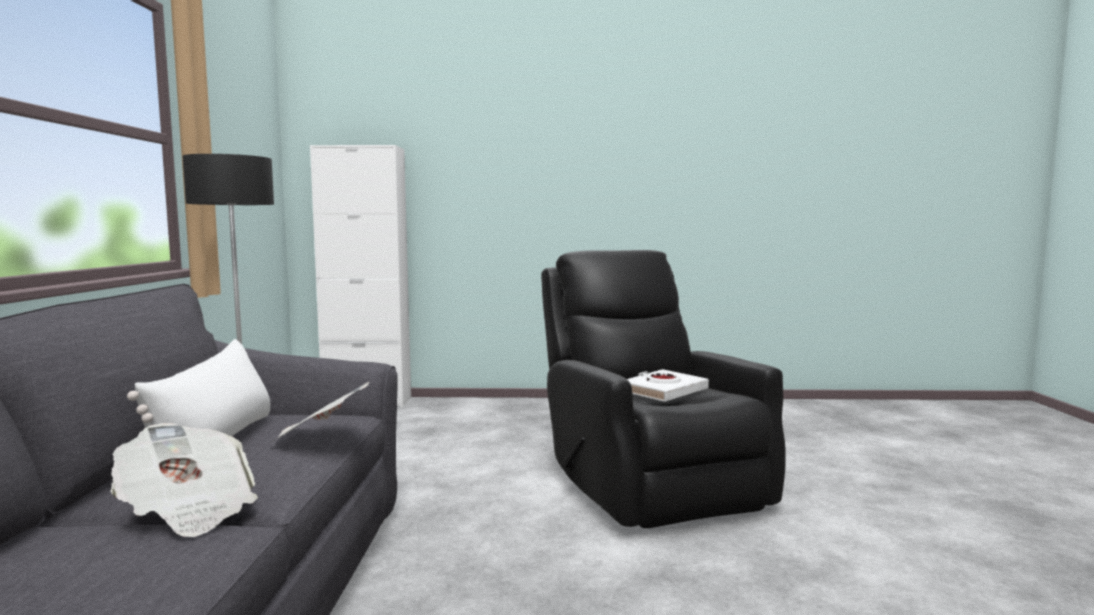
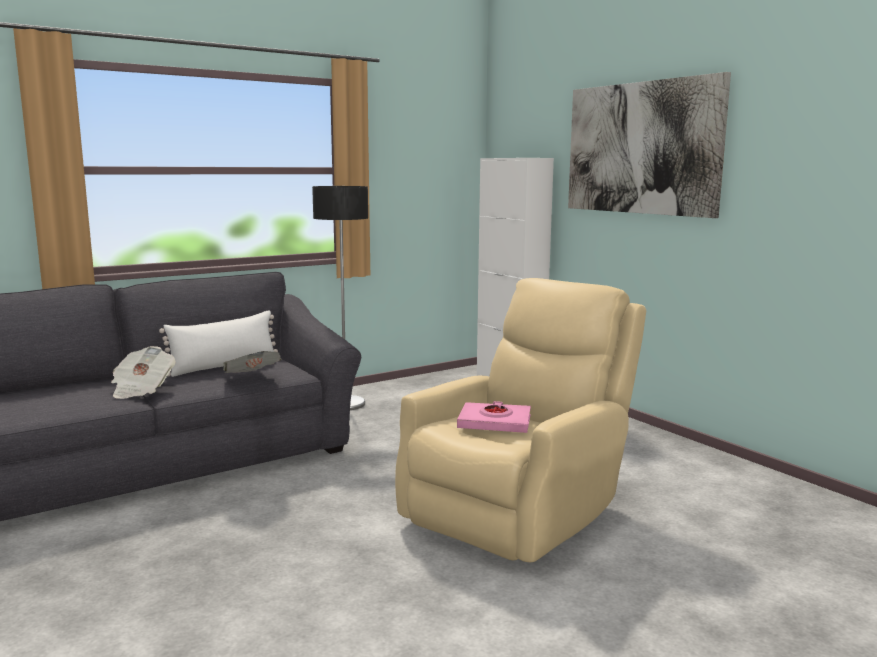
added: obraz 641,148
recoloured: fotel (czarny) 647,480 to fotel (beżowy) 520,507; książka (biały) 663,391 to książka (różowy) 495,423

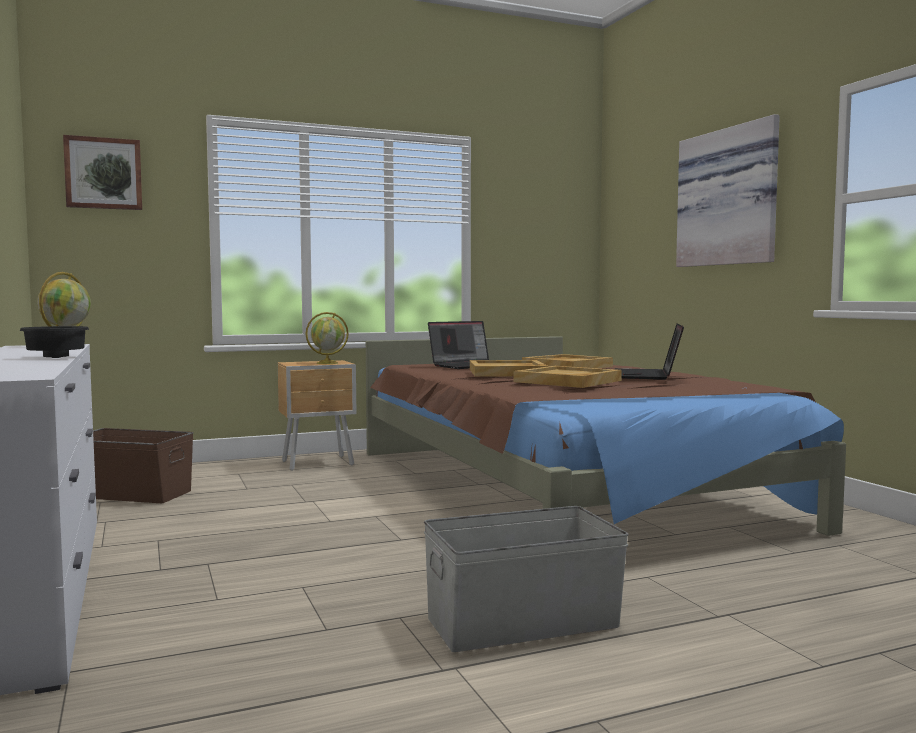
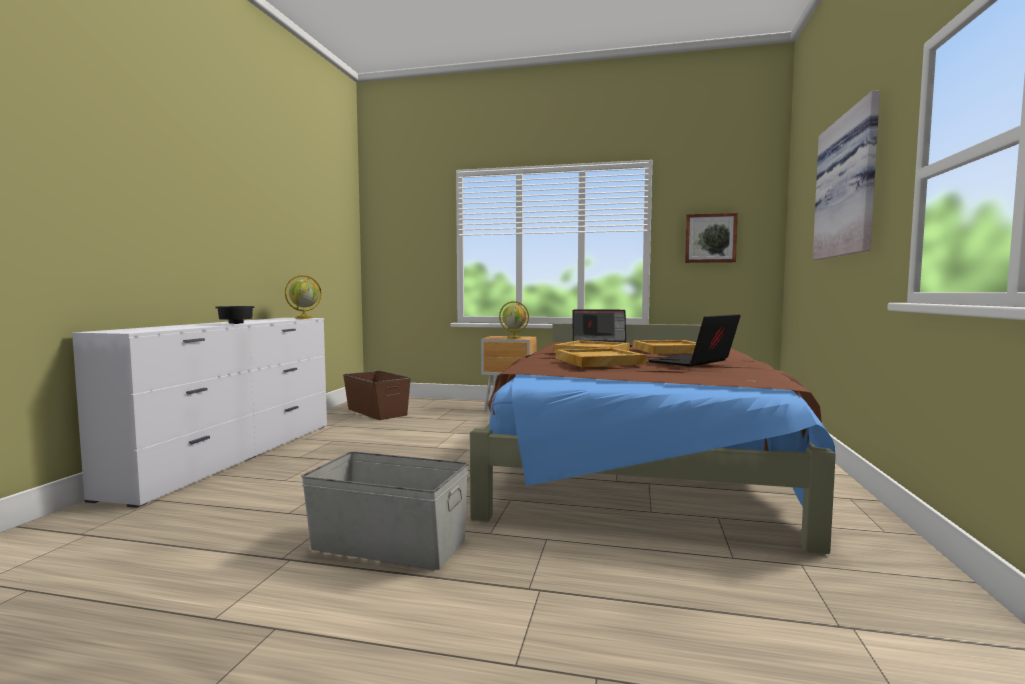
moved: obraz 103,173 to 710,238

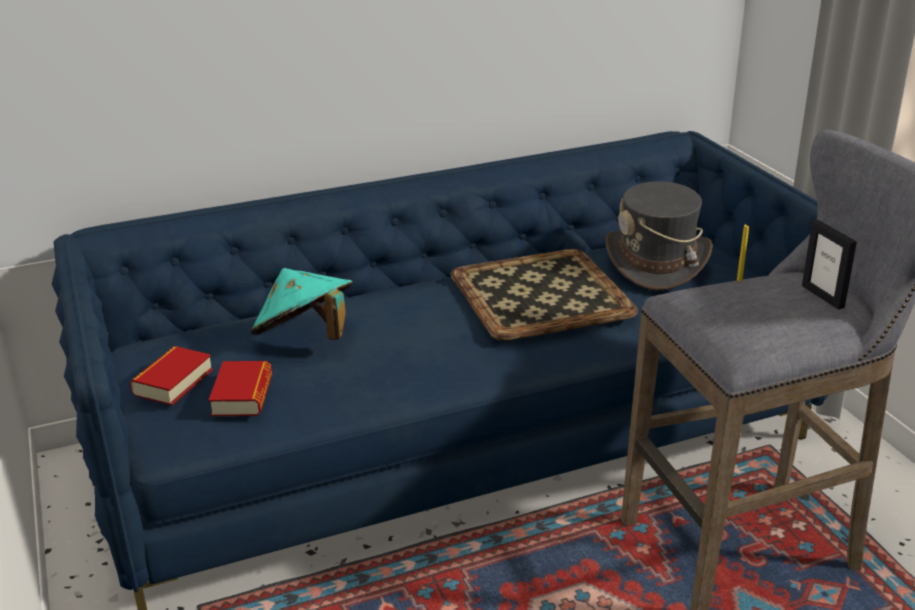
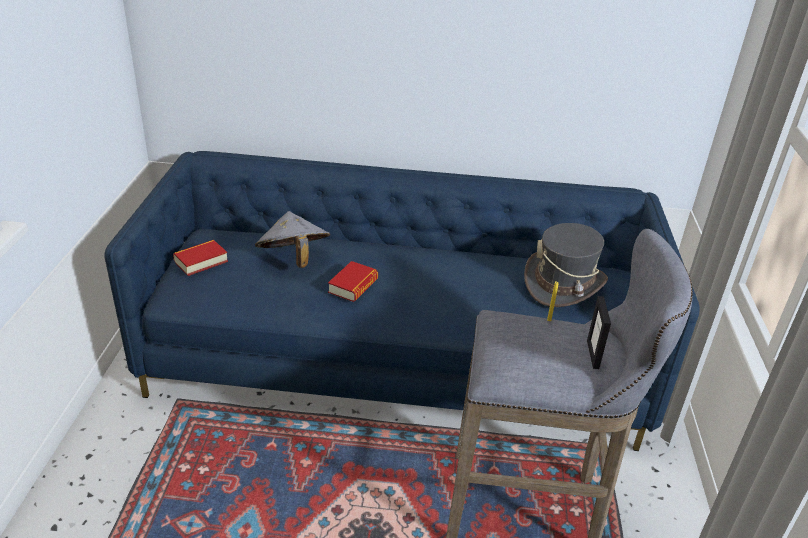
removed: taca 541,293
moved: książka 242,395 to 353,286
recoloured: kapelusz (turkusowy) 305,338 to kapelusz (szary) 293,259

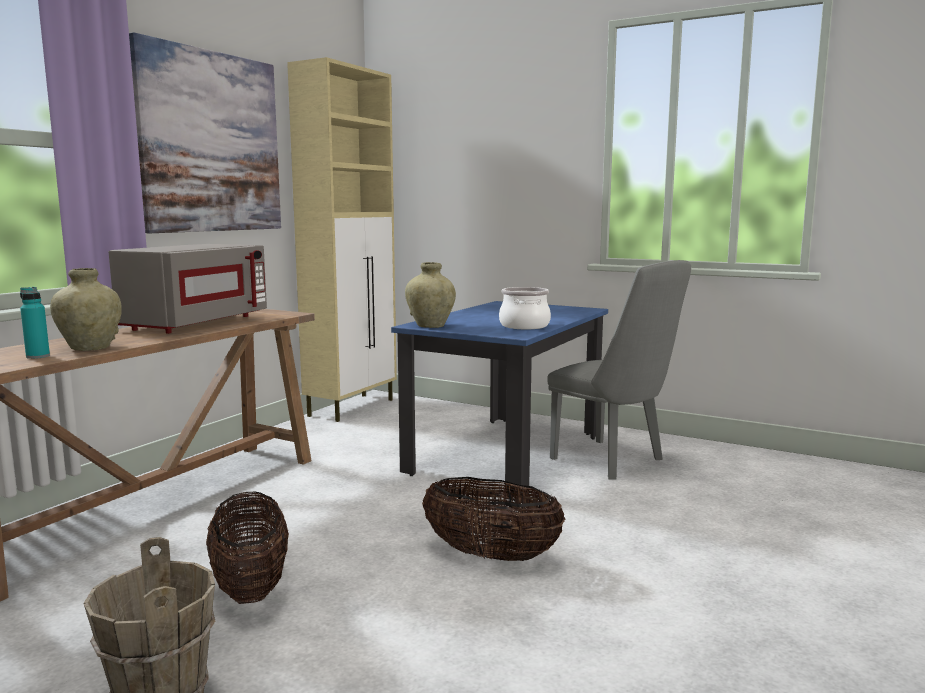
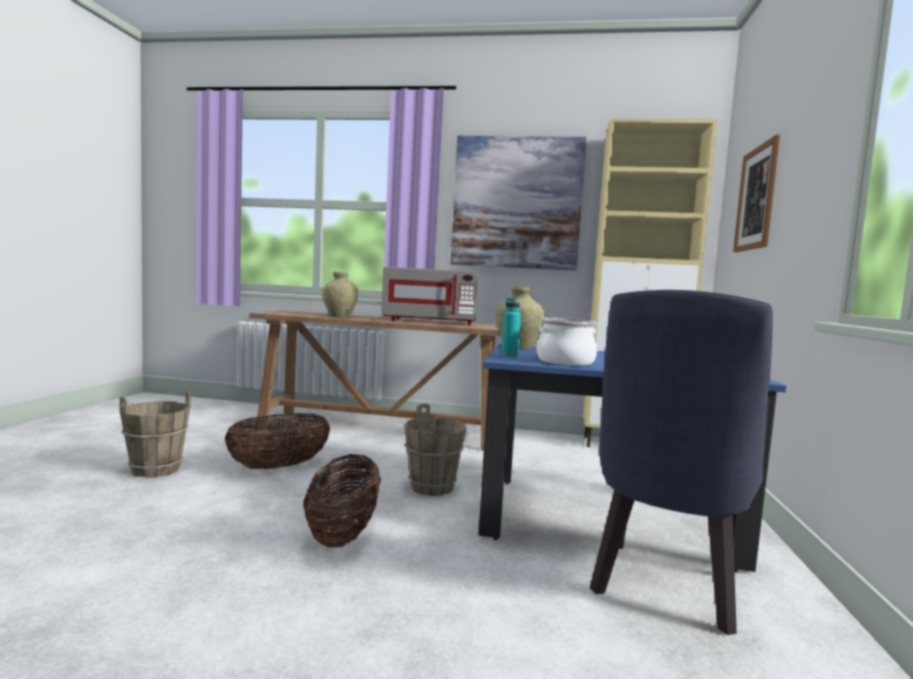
added: wiadro (brązowy) 432,487; obraz 756,198
moved: butelka (turkusowy) 38,356 to 509,355
recoloured: krzesło (szary) 614,461 to krzesło (niebieski) 663,591

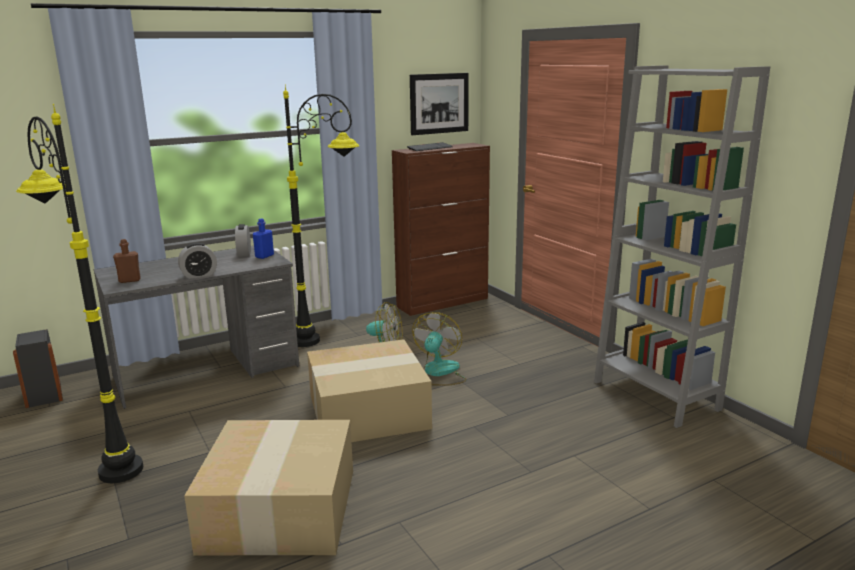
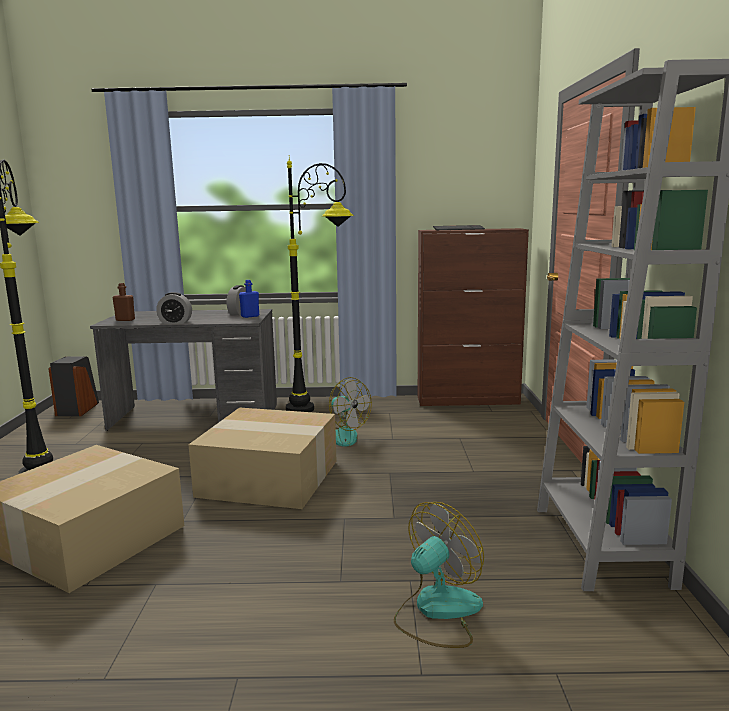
removed: obraz 439,103
moved: wentylator 439,373 to 437,611

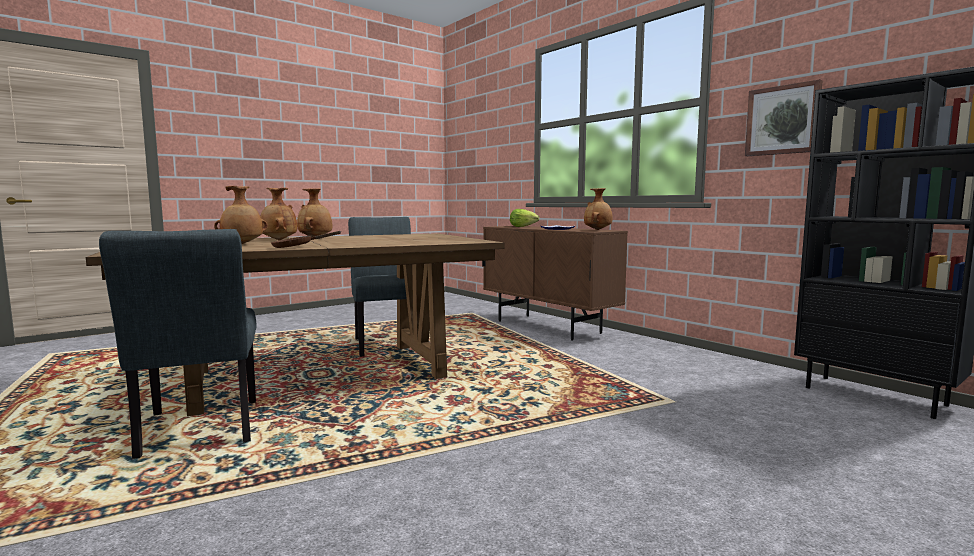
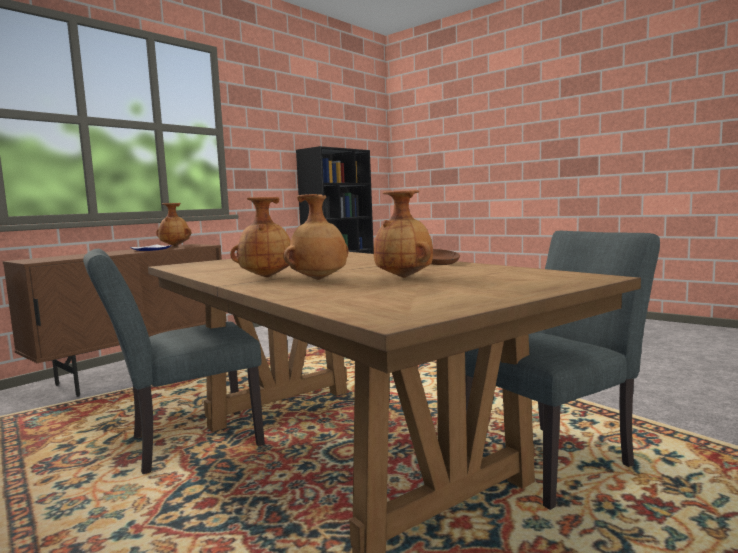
removed: sałata 522,227; obraz 783,120

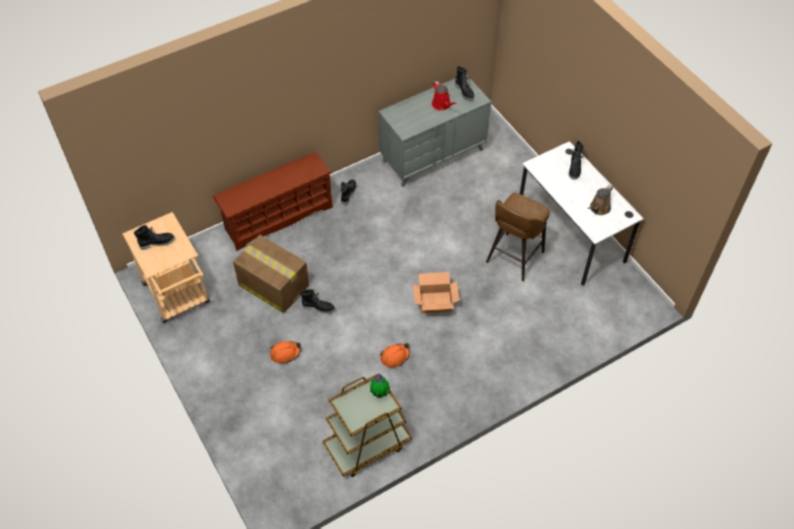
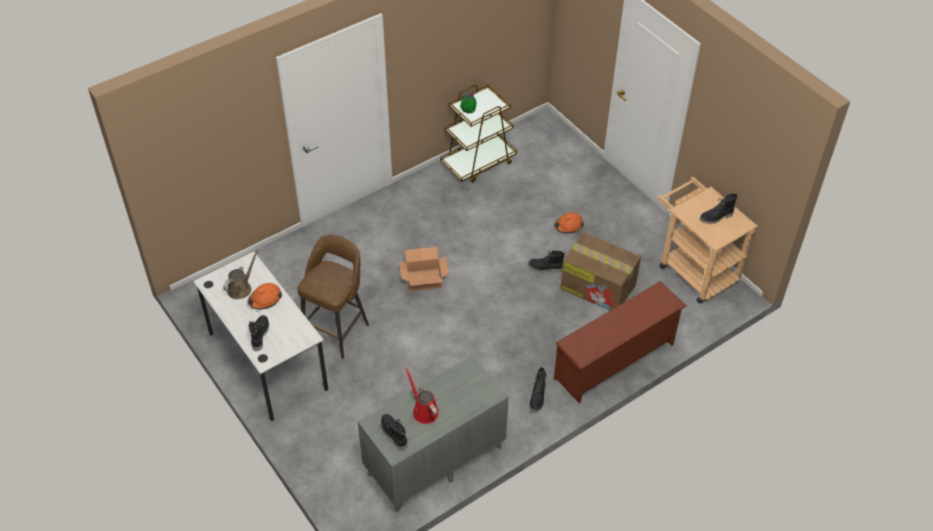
moved: kask (pomarańczowy) 395,356 to 265,299

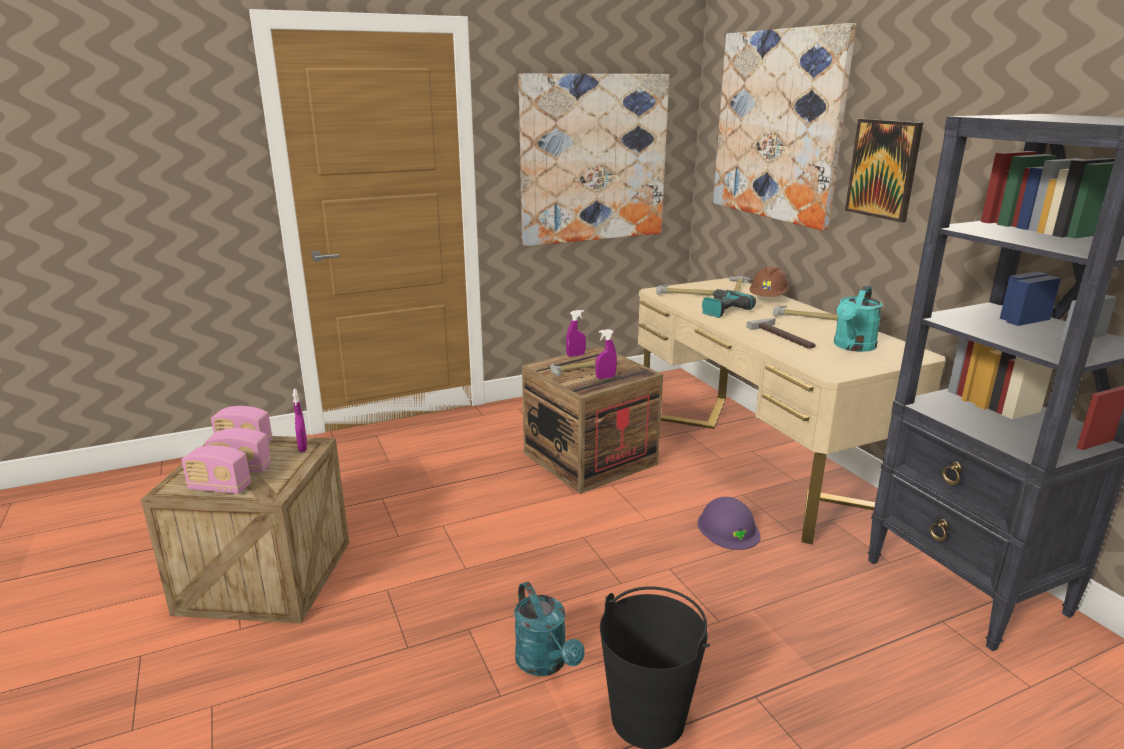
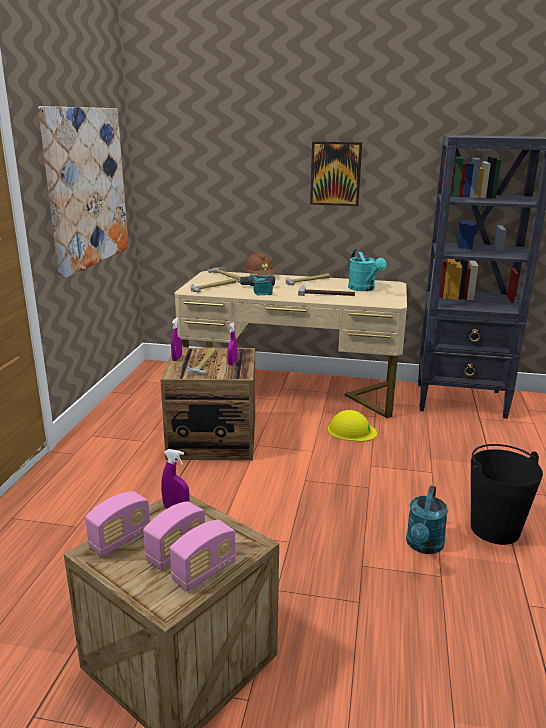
removed: obraz 777,126
recoloured: kask (fioletowy) 728,528 to kask (żółty) 351,431
turned: konewka (turkusowy) 546,663 = 423,546 105 degrees clockwise

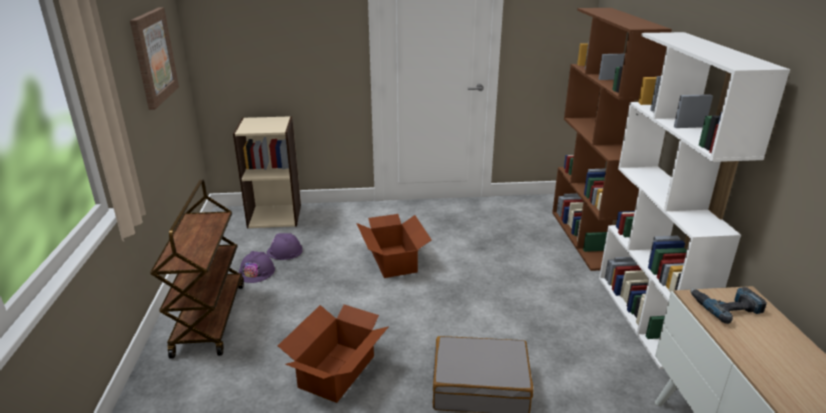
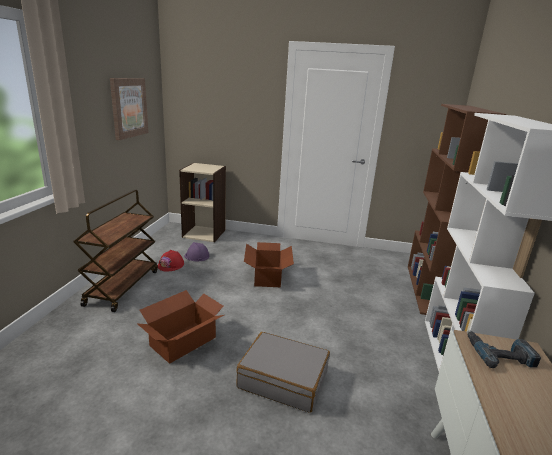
recoloured: kask (fioletowy) 257,272 to kask (czerwony) 171,265

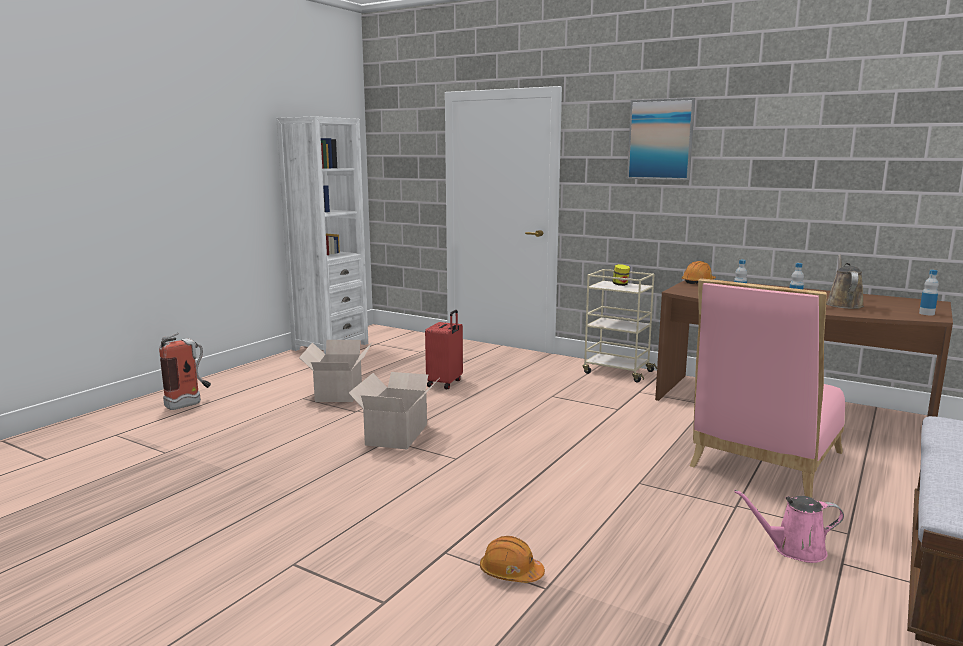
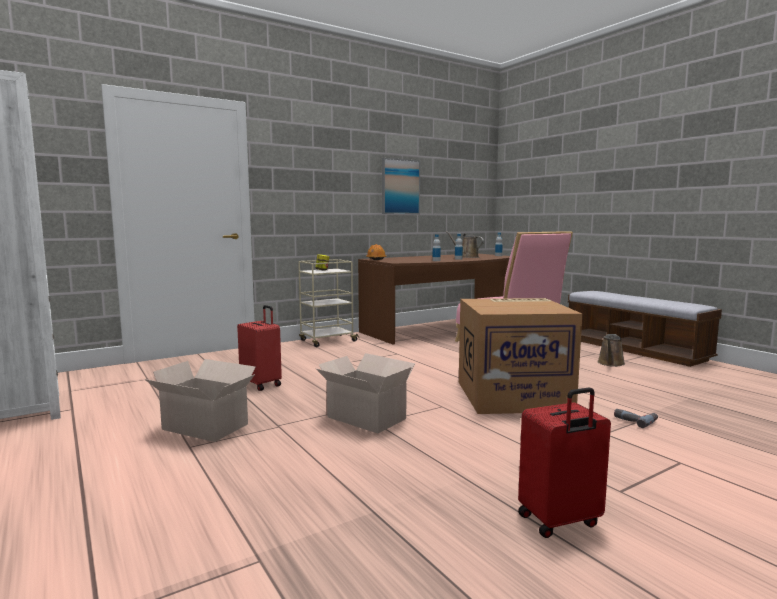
removed: gaśnica 189,404
added: karton 513,395; walizka (czerwony) 560,521
moved: obraz 660,139 to 400,186
replaced: kask (pomarańczowy) 510,573 to wiertarka 635,420
recoloured: konewka (różowy) 794,549 to konewka (brązowy) 610,363

